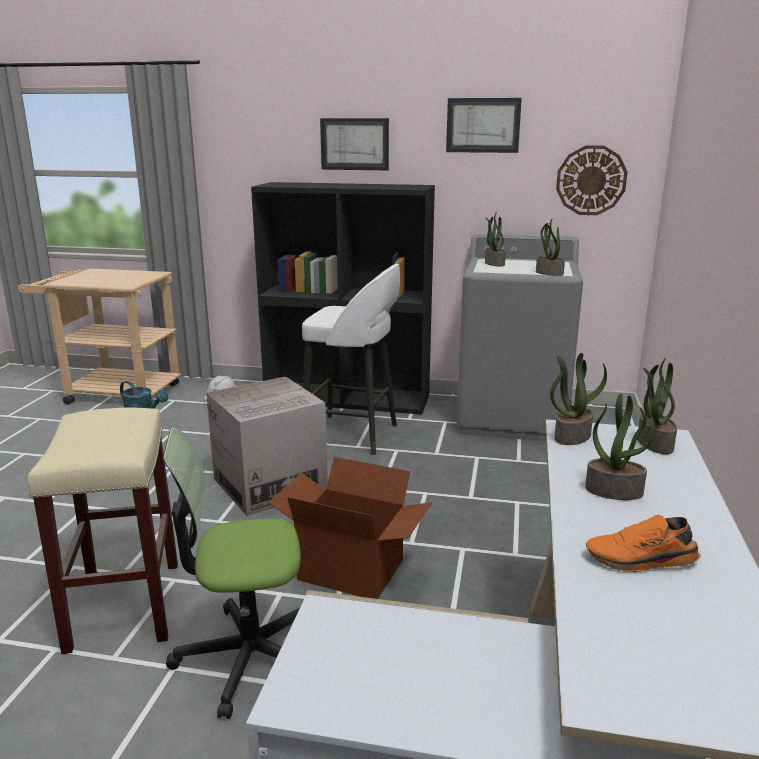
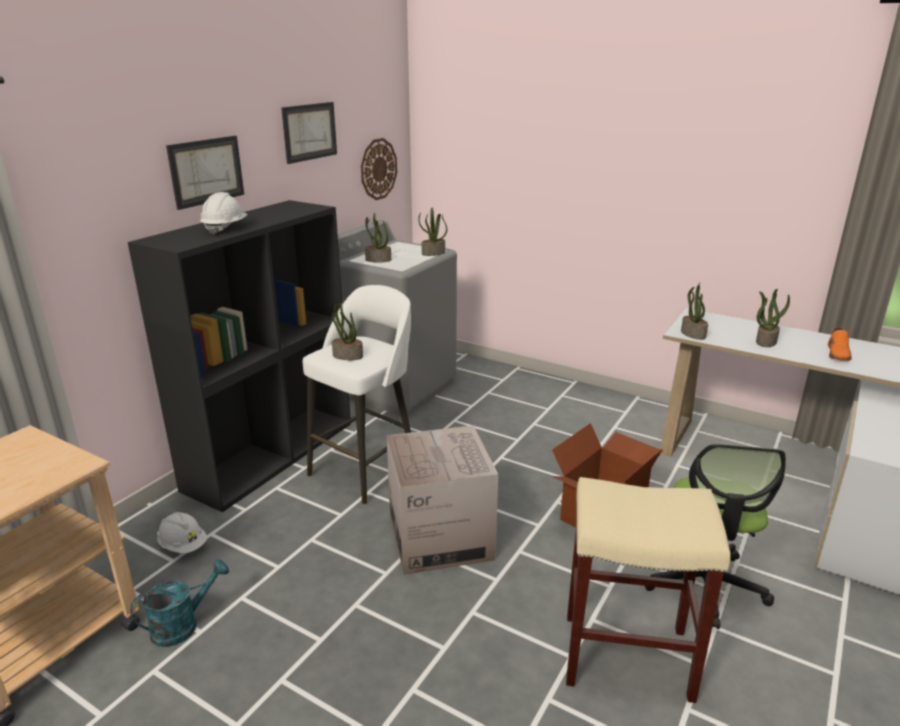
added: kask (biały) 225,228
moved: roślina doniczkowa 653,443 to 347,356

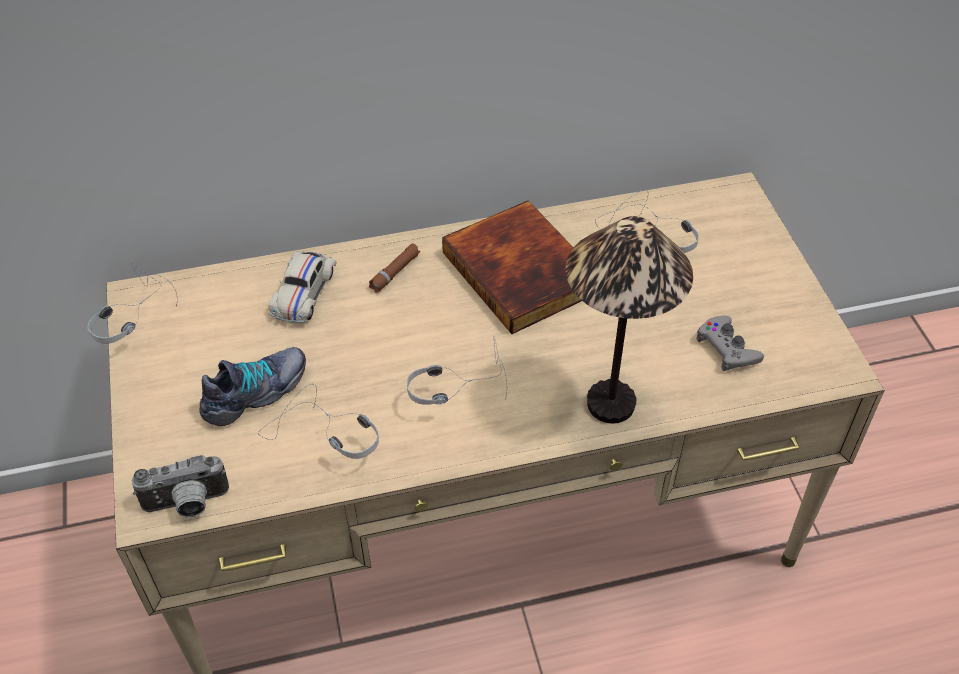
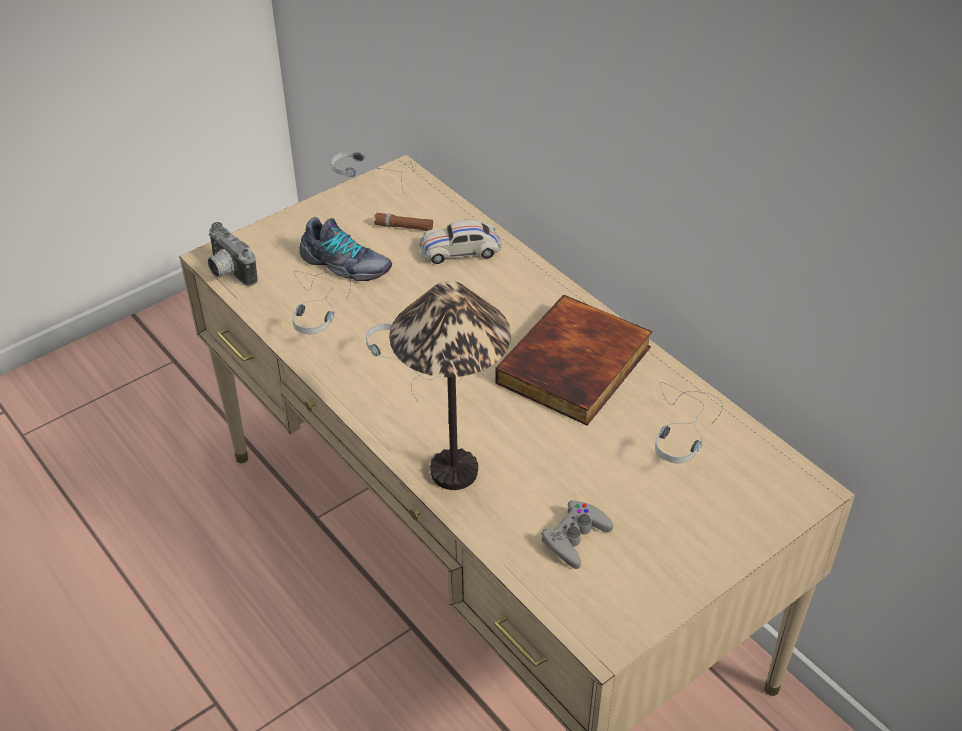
moved: latarka (brązowy) 395,272 to 403,227

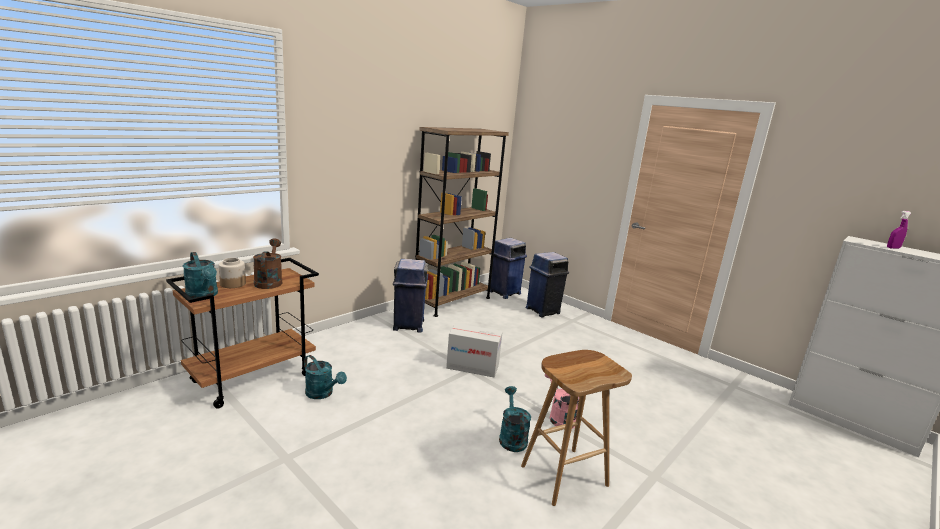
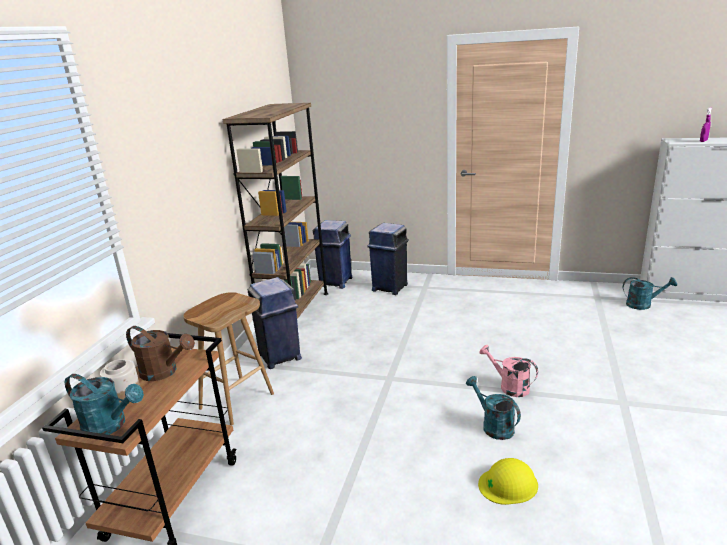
removed: karton 473,366
added: kask (żółty) 508,484
moved: stołek (brązowy) 564,474 to 237,400; konewka (turkusowy) 322,394 to 643,304
turned: konewka (brązowy) 269,281 = 164,372 150 degrees clockwise

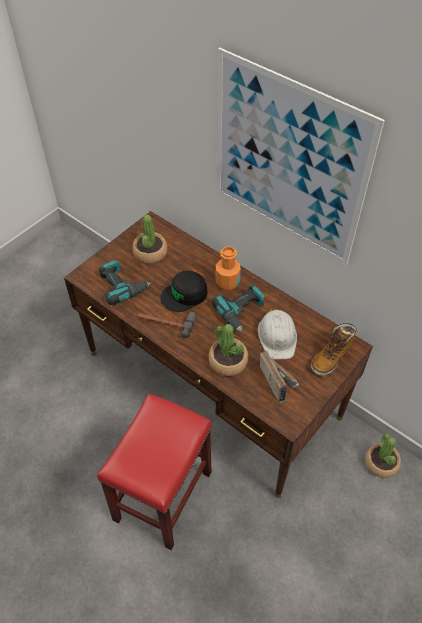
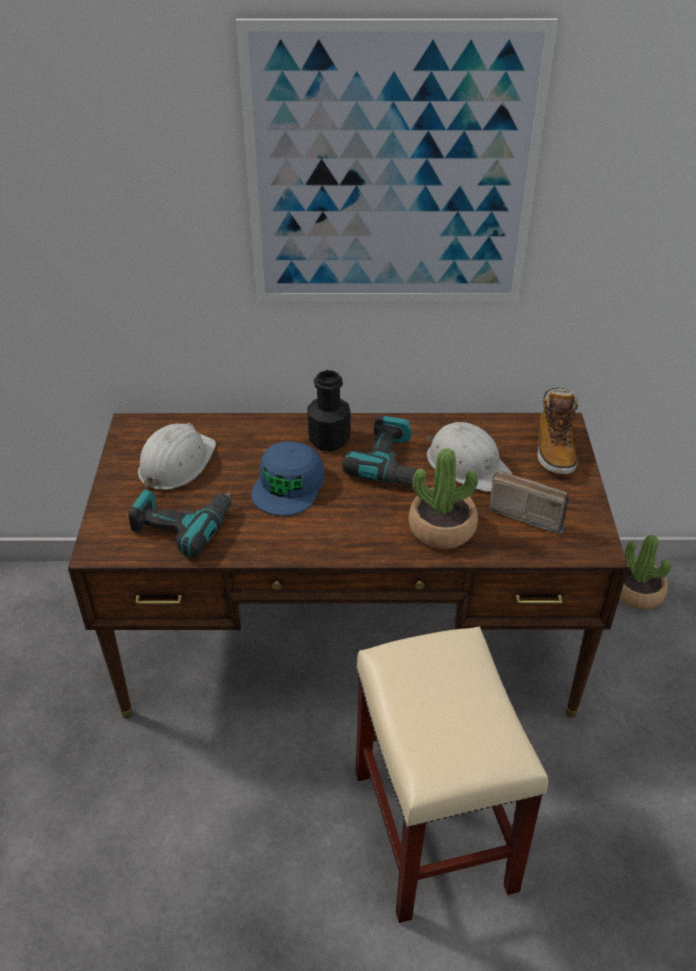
removed: młotek 166,323
replaced: roślina doniczkowa 150,253 to kask (biały) 176,463
recoloured: czapka z daszkiem (czarny) 184,295 to czapka z daszkiem (niebieski) 289,486; butelka (pomarańczowy) 227,281 to butelka (czarny) 329,439; stołek (czerwony) 163,497 to stołek (beżowy) 435,831

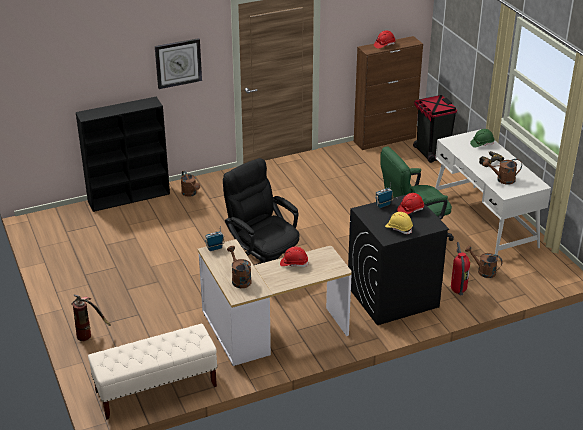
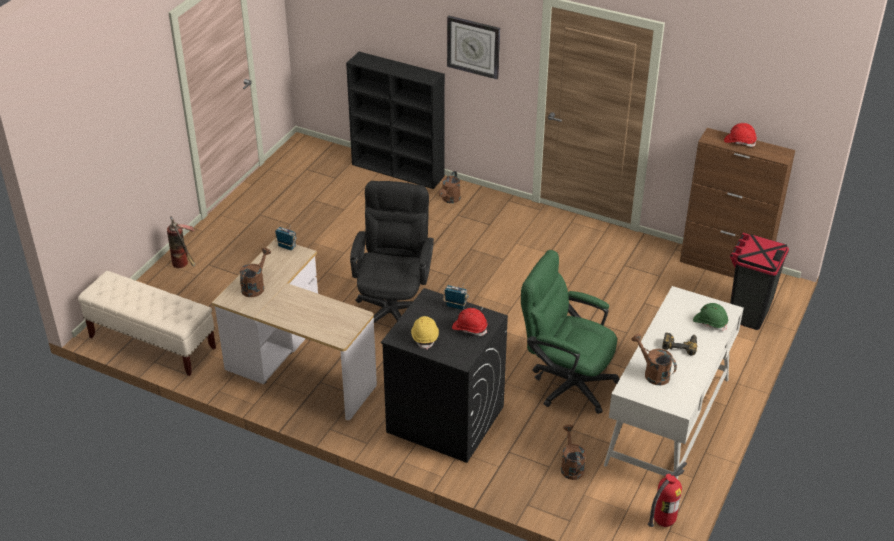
removed: kask (czerwony) 294,263
moved: gaśnica 457,291 to 663,522

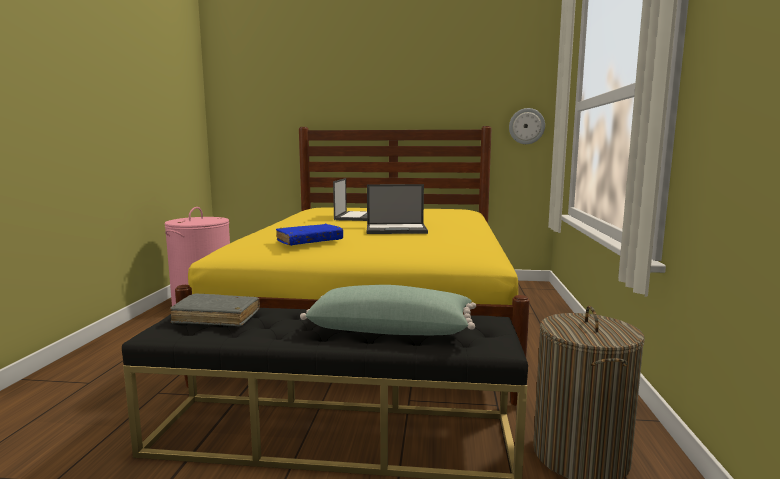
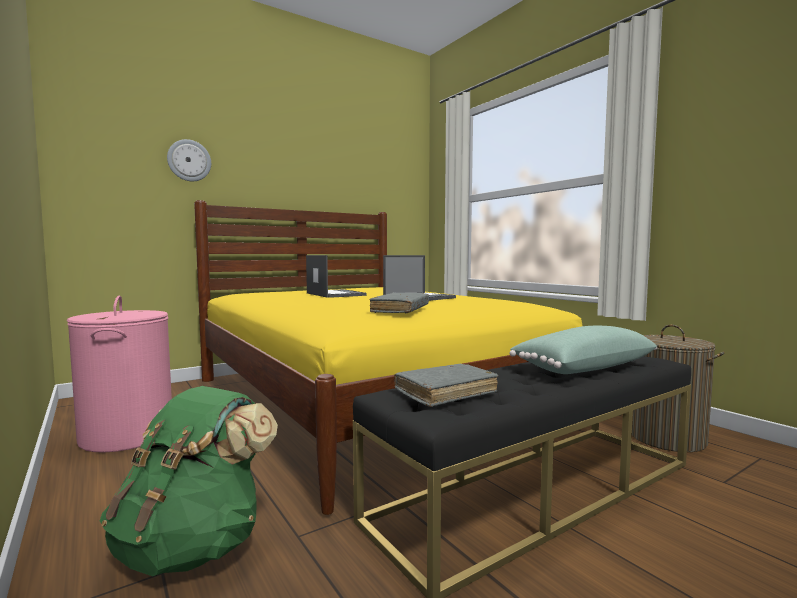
added: plecak (zielony) 194,546
moved: zegar ścienny 526,126 to 189,160
recoloured: książka (niebieski) 309,241 to książka (szary) 400,310

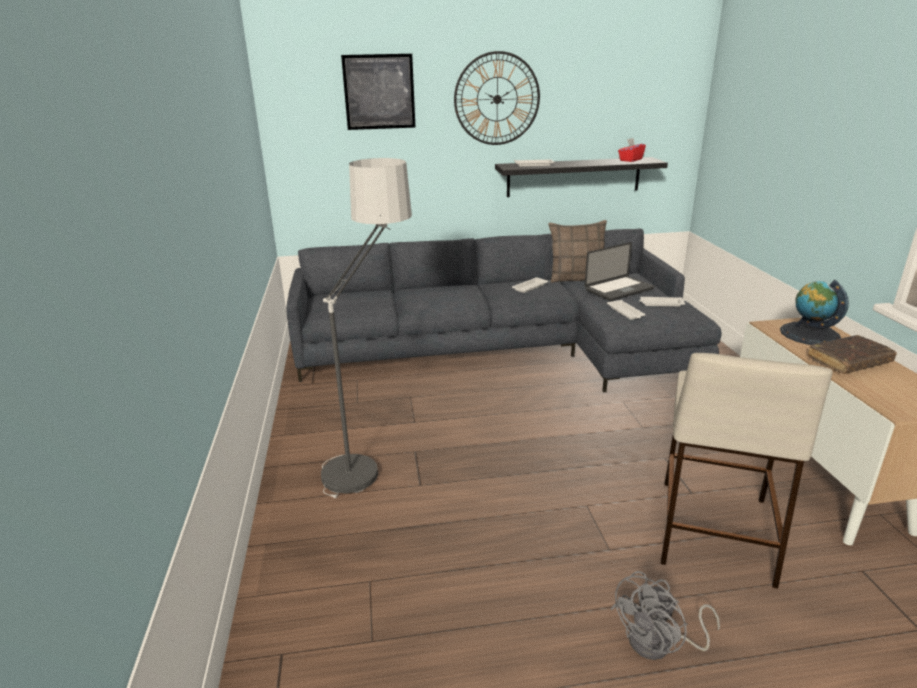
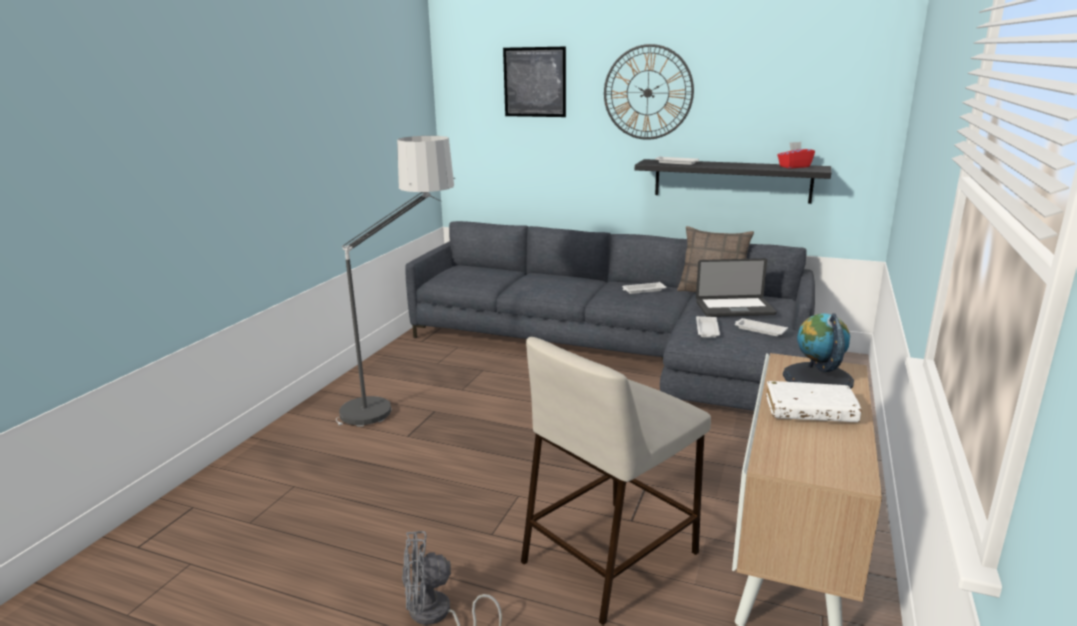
recoloured: książka (brązowy) 848,361 to książka (biały) 810,411

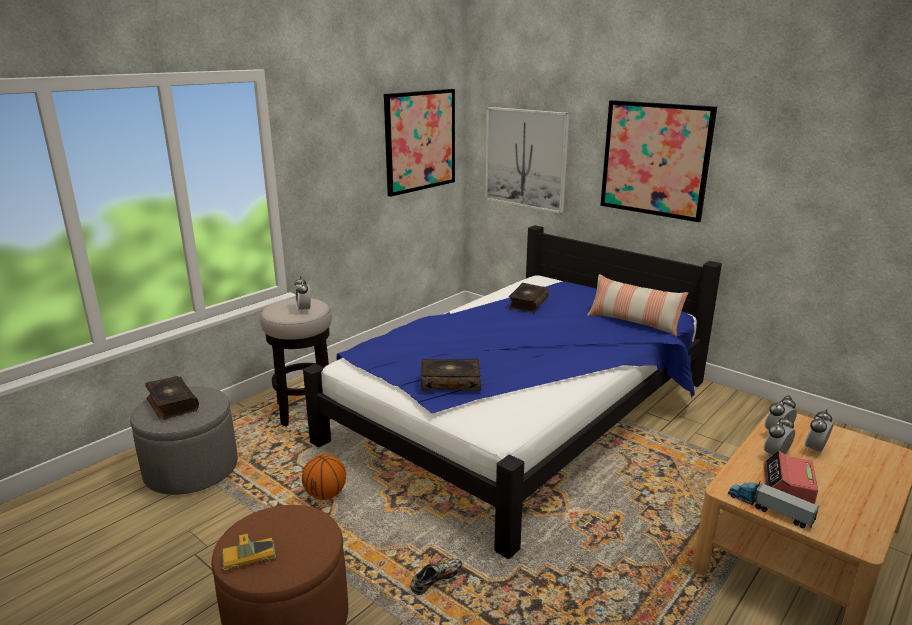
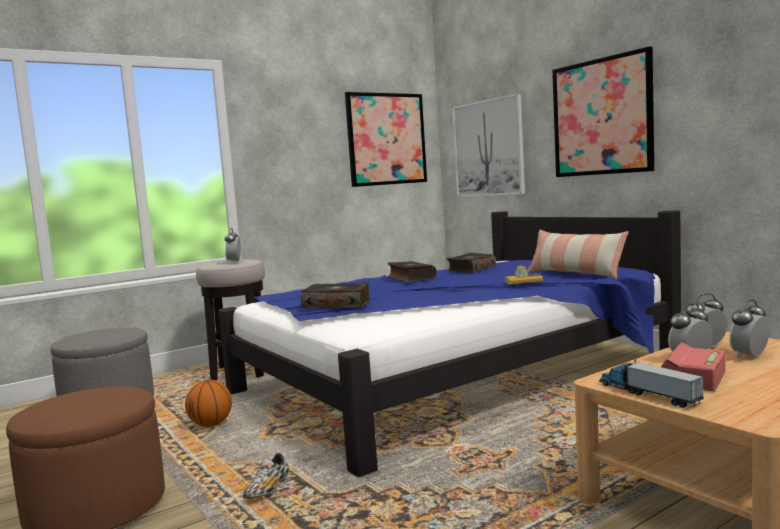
moved: książka 171,404 to 410,278; samochodzik 248,557 to 523,282
turned: but 436,581 = 267,489 135 degrees clockwise

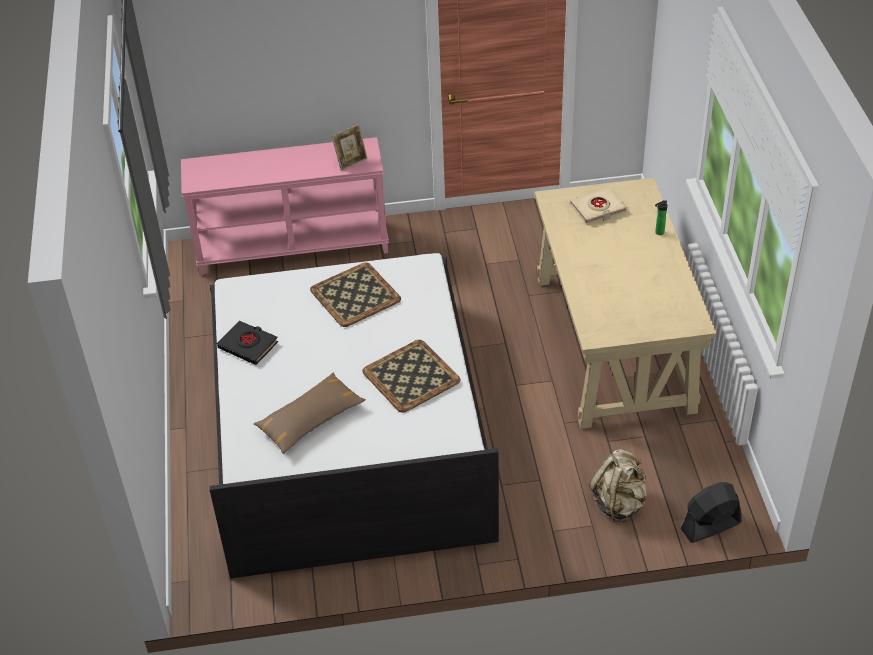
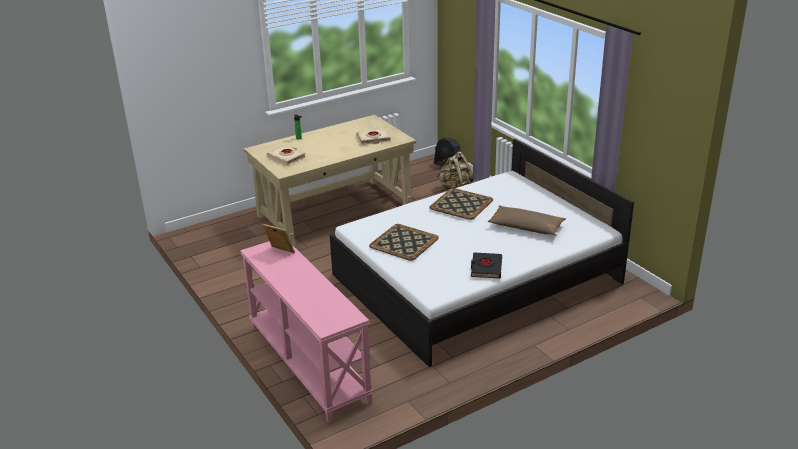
added: książka (beżowy) 373,139

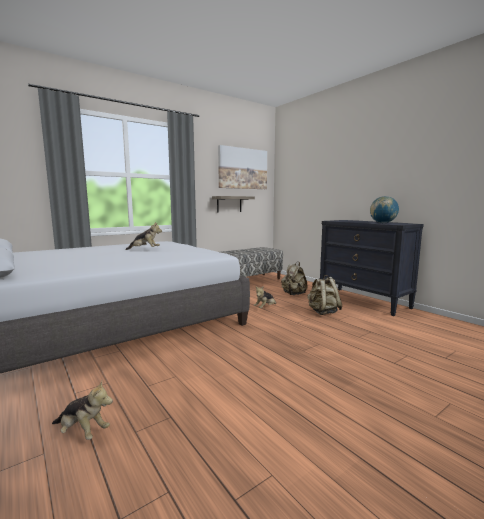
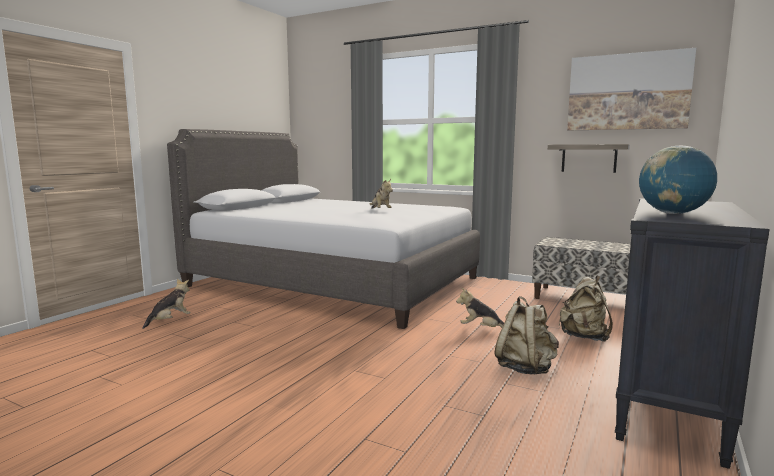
turned: pluszak 82,432 = 170,321 135 degrees counterclockwise

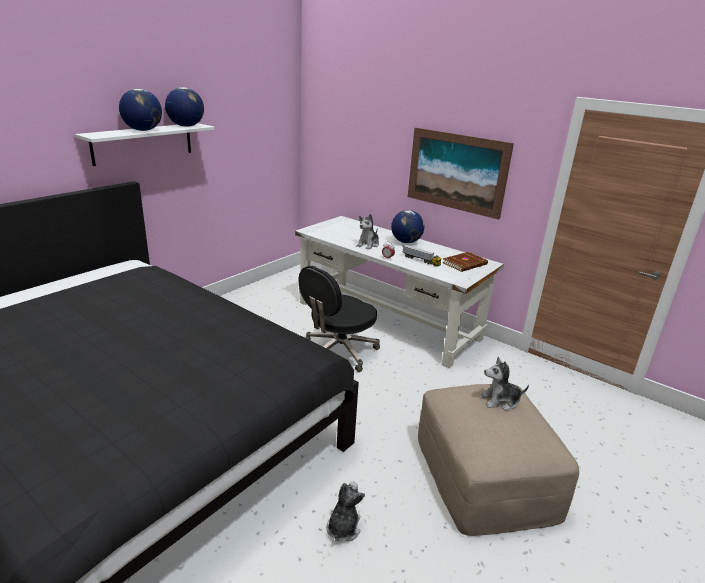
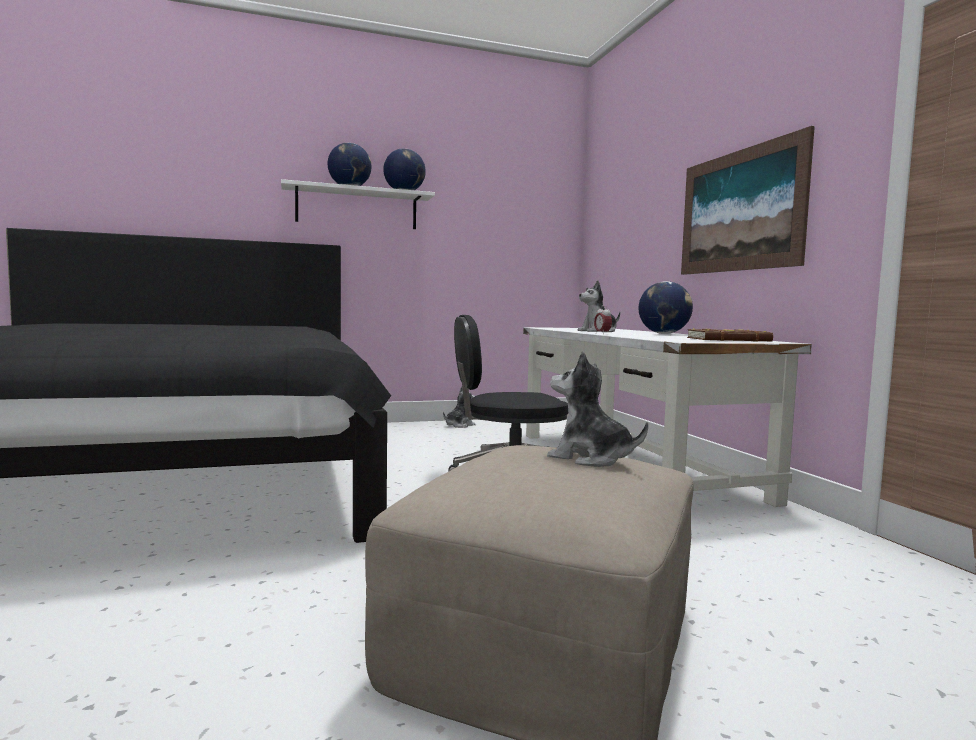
removed: ciężarówka zabawkowa 421,260
moved: pluszak 343,527 to 459,425

